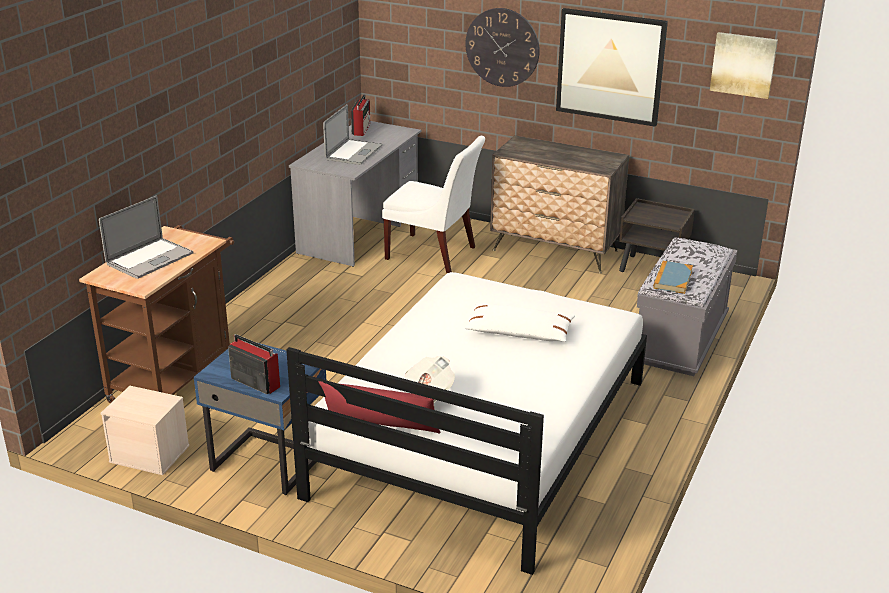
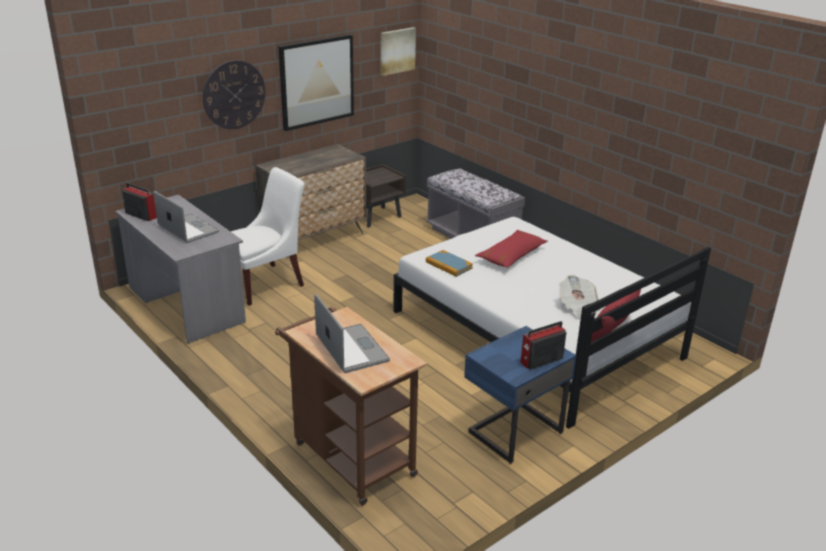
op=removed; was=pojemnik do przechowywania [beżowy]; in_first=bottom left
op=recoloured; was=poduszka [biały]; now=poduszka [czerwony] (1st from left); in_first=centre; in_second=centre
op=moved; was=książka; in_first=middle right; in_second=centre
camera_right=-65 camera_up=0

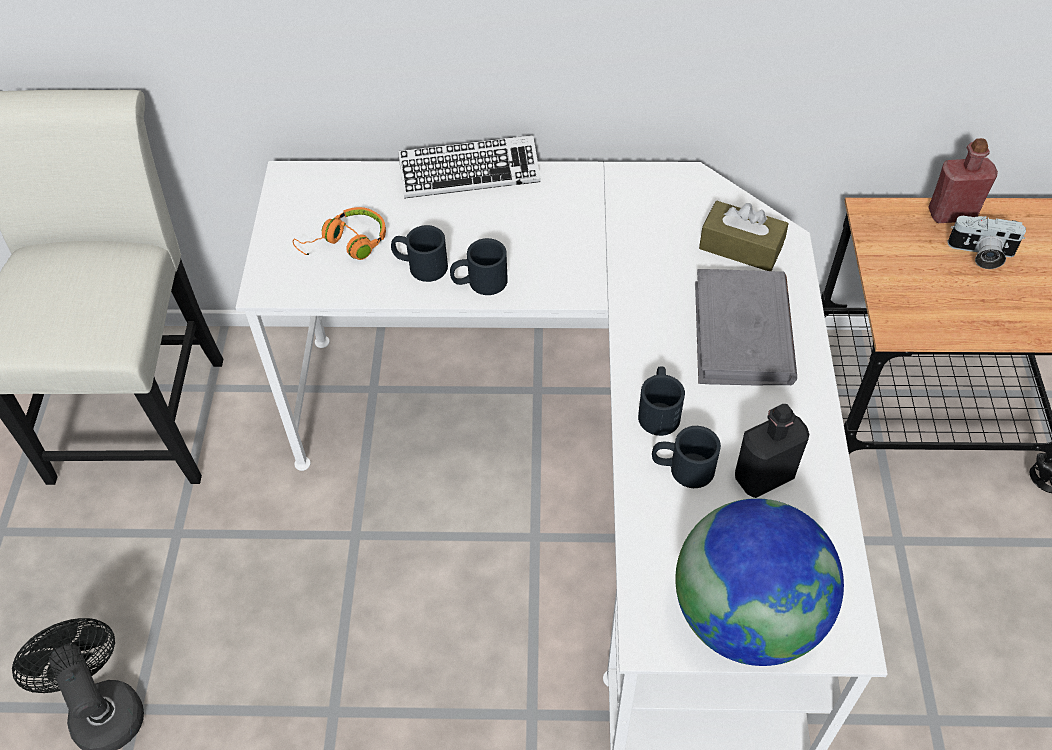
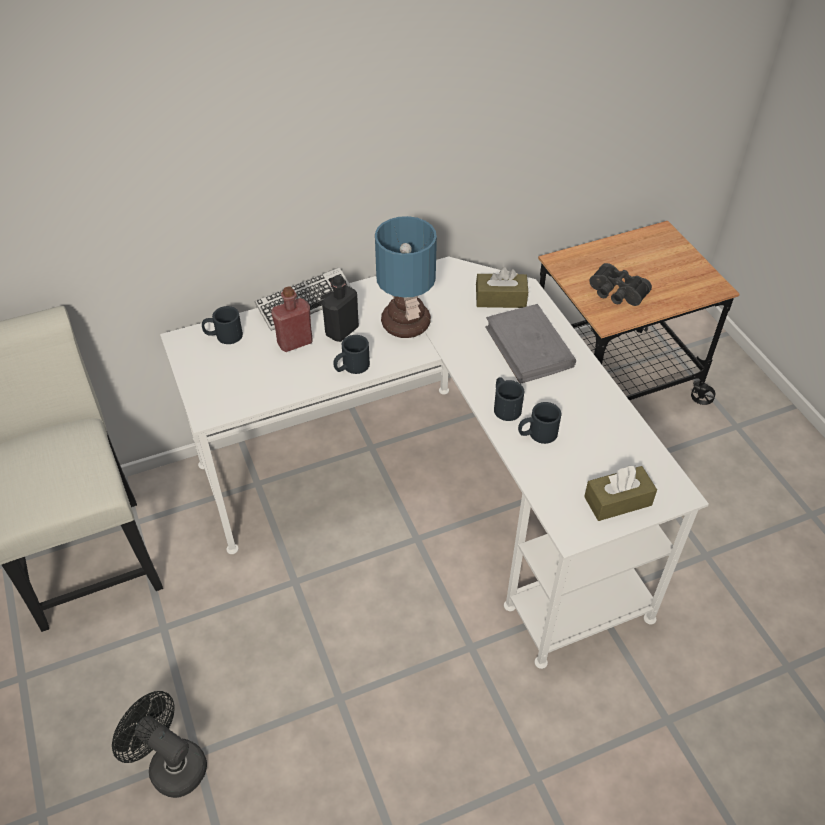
op=removed; was=słuchawki [pomarańczowy]; in_first=top left
op=moved; was=kubek [czarny] (1st from left); in_first=centre; in_second=middle left
op=replaced; was=globus; now=pudełko chusteczek [brązowy] (2nd from left); in_first=bottom right; in_second=middle right
op=moved; was=butelka [czarny]; in_first=middle right; in_second=centre
op=moved; was=butelka [czerwony]; in_first=top right; in_second=centre
op=removed; was=aparat fotograficzny; in_first=top right
op=added; now=lampa stołowa; in_second=centre
op=added; now=lornetka [czarny]; in_second=middle right
camera_right=-25 camera_up=-5

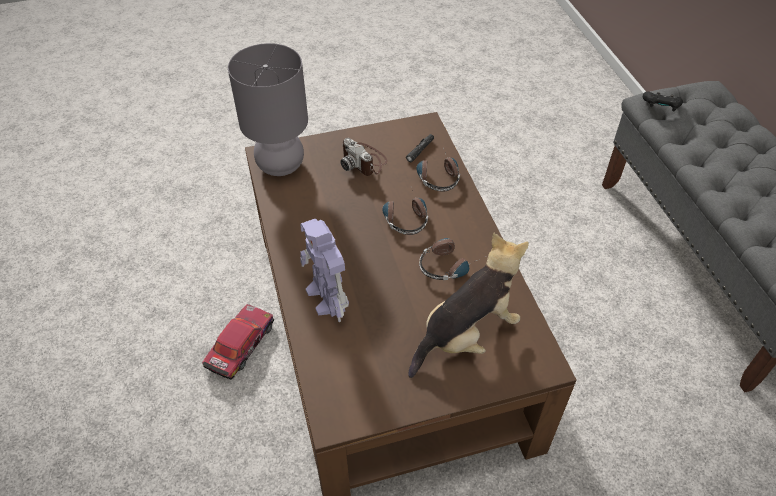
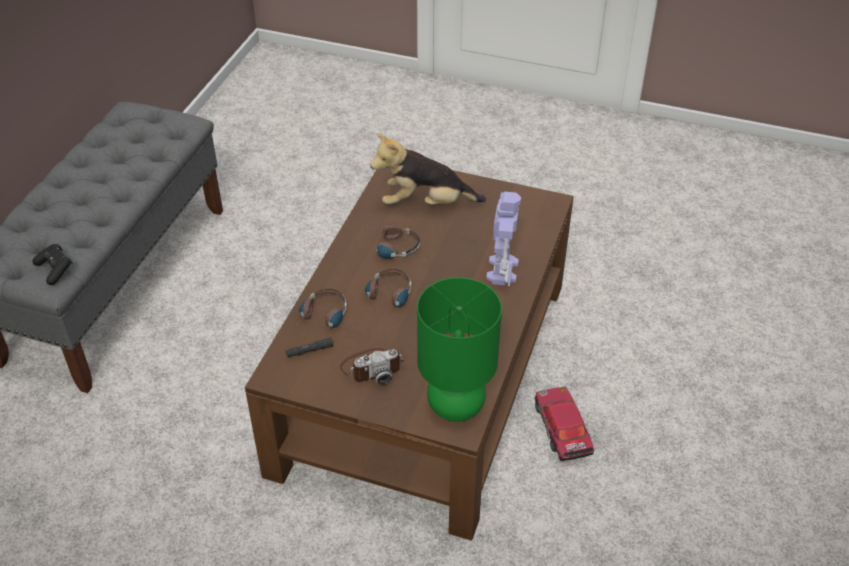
op=turned; was=samochodzik; in_first=bottom left; in_second=bottom centre; clockwise=105
op=recoloured; was=lampa stołowa [szary]; now=lampa stołowa [zielony]; in_first=top centre; in_second=centre
op=turned; was=aparat fotograficzny; in_first=top centre; in_second=centre; clockwise=75
camera_right=-145 camera_up=-5

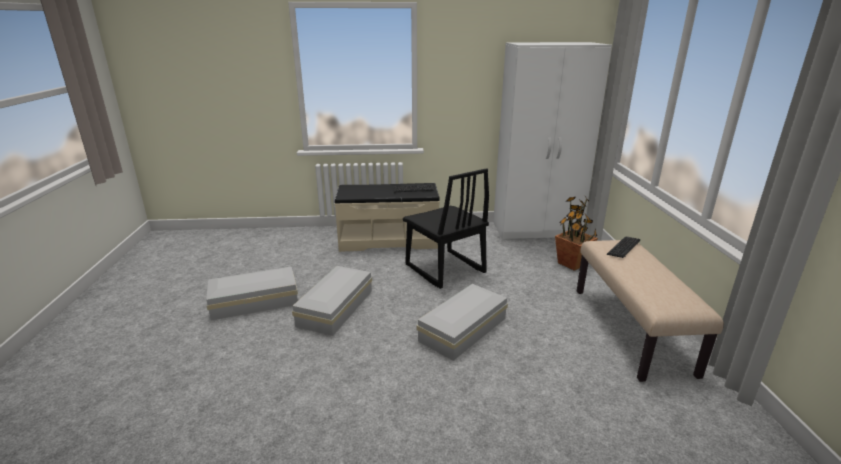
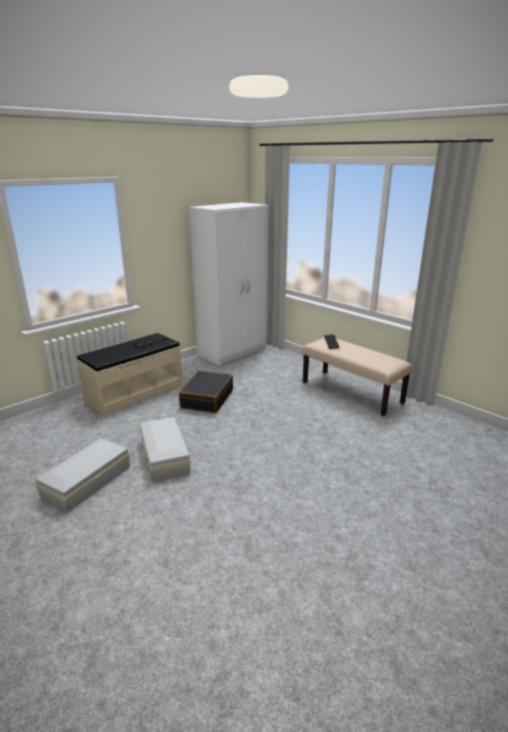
op=replaced; was=krzesło [czarny]; now=walizka [czarny]; in_first=centre; in_second=centre
op=removed; was=pojemnik do przechowywania [biały] (3rd from left); in_first=bottom centre
op=removed; was=roślina doniczkowa; in_first=middle right
camera_right=-40 camera_up=0

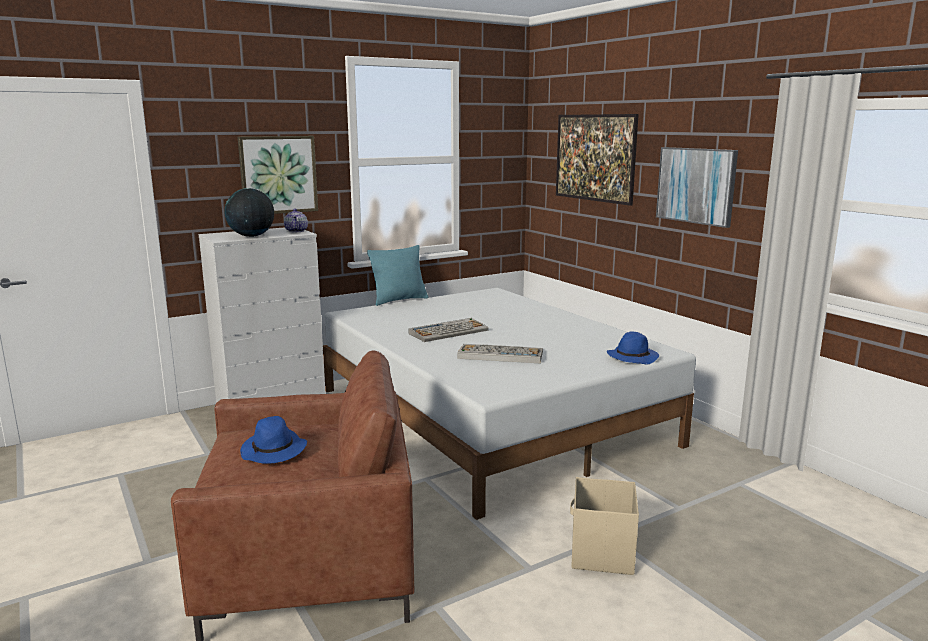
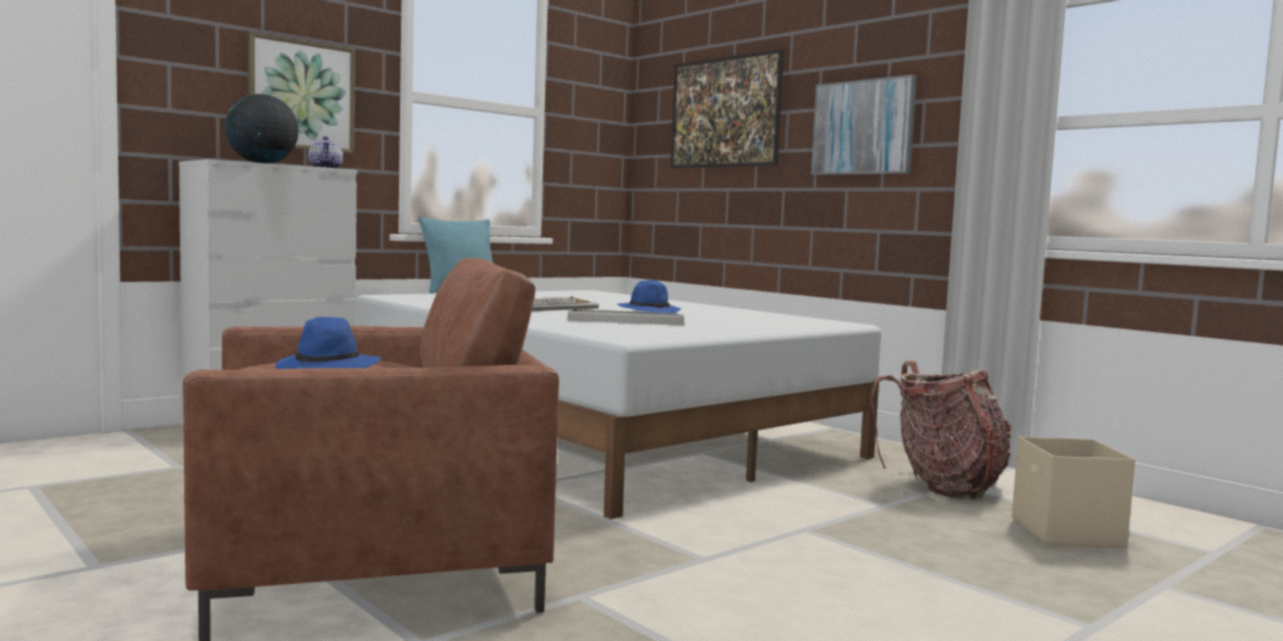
op=moved; was=pojemnik do przechowywania [beżowy]; in_first=bottom centre; in_second=bottom right
op=moved; was=kapelusz [niebieski] (2nd from left); in_first=middle right; in_second=centre
op=added; now=plecak; in_second=bottom right
camera_right=-10 camera_up=-10

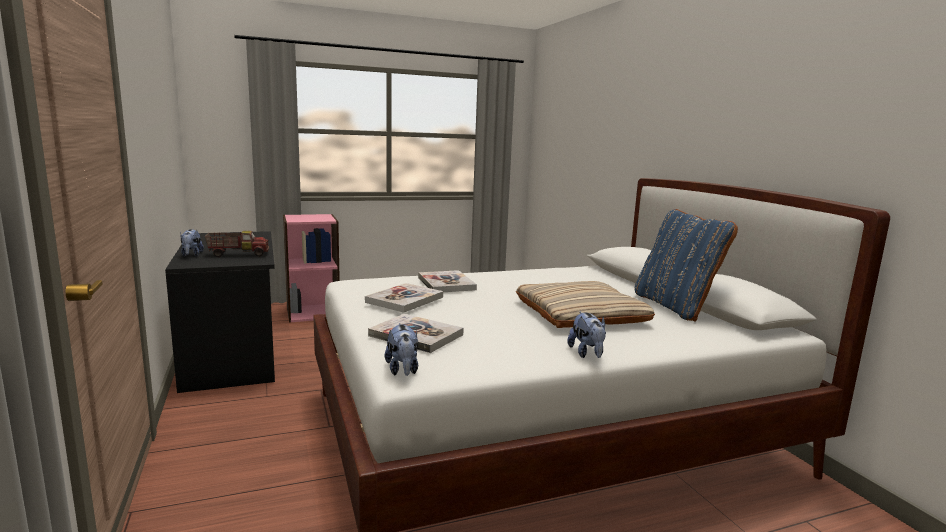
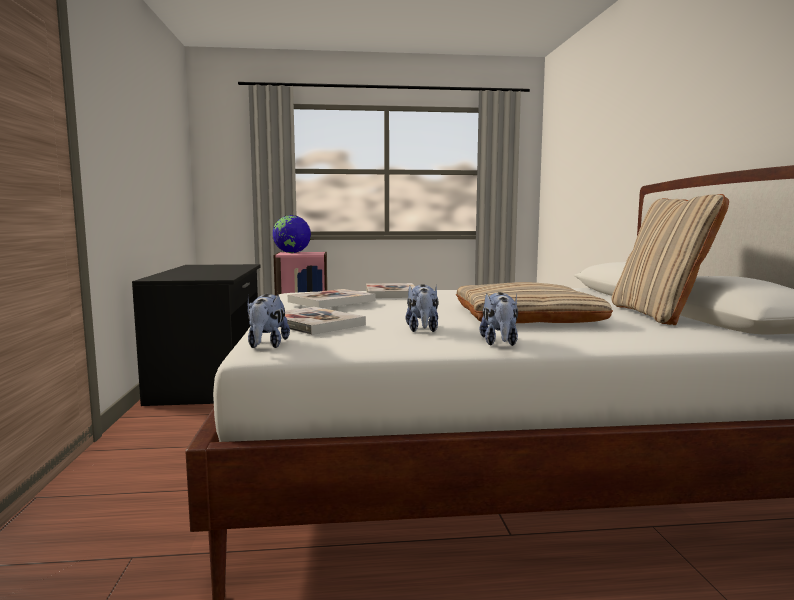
op=moved; was=pluszak (1st from left in the first image); now=pluszak (2nd from left); in_first=middle left; in_second=centre
op=removed; was=ciężarówka zabawkowa; in_first=middle left
op=recoloured; was=poduszka [niebieski]; now=poduszka [beżowy] (2nd from left); in_first=middle right; in_second=middle right
op=added; now=globus; in_second=centre
camera_right=15 camera_up=-5

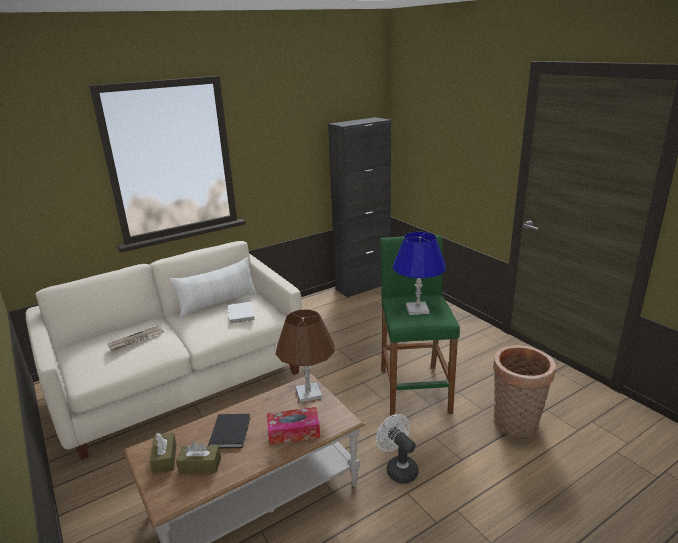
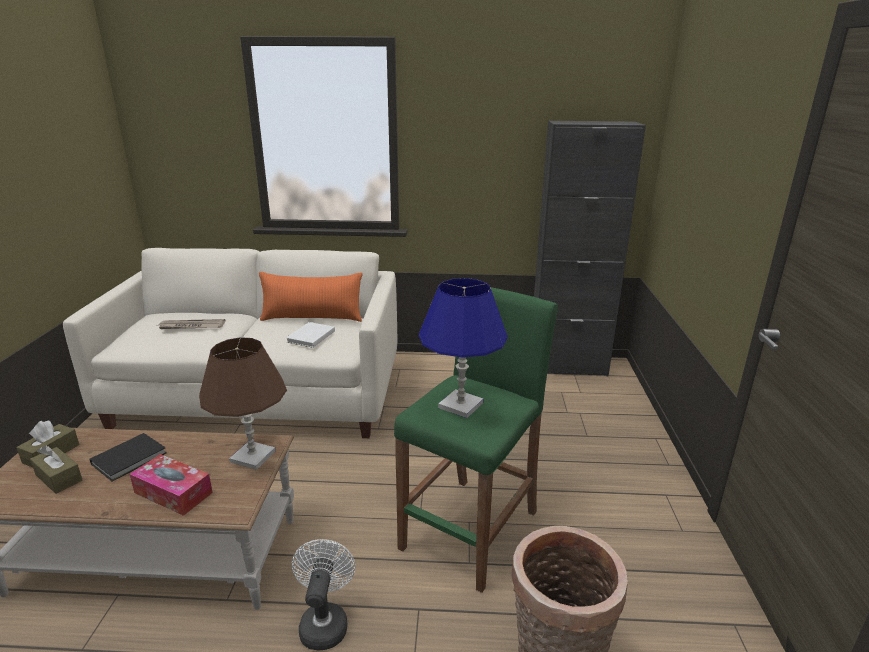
op=recoloured; was=poduszka [biały]; now=poduszka [pomarańczowy]; in_first=middle left; in_second=centre
camera_right=35 camera_up=0

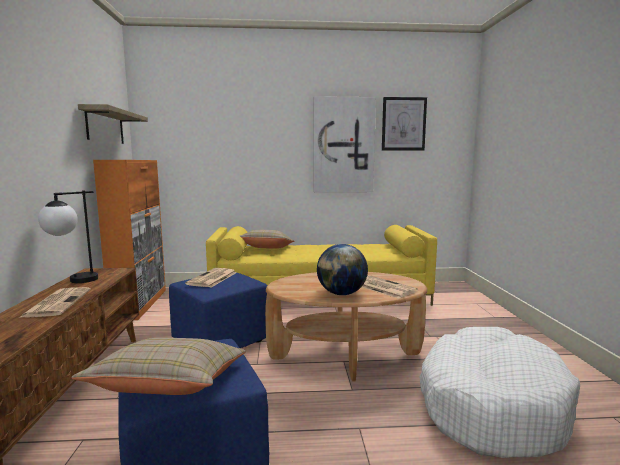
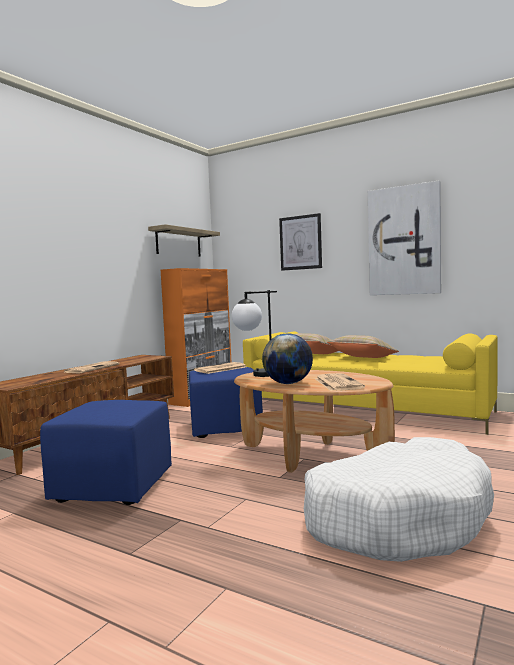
op=moved; was=lampa stołowa; in_first=middle left; in_second=centre
op=moved; was=poduszka [beżowy] (1st from left in the first image); now=poduszka [beżowy] (2nd from left); in_first=bottom left; in_second=middle right
op=moved; was=obraz (2nd from left in the first image); now=obraz (1st from left); in_first=top centre; in_second=centre
camera_right=35 camera_up=-5

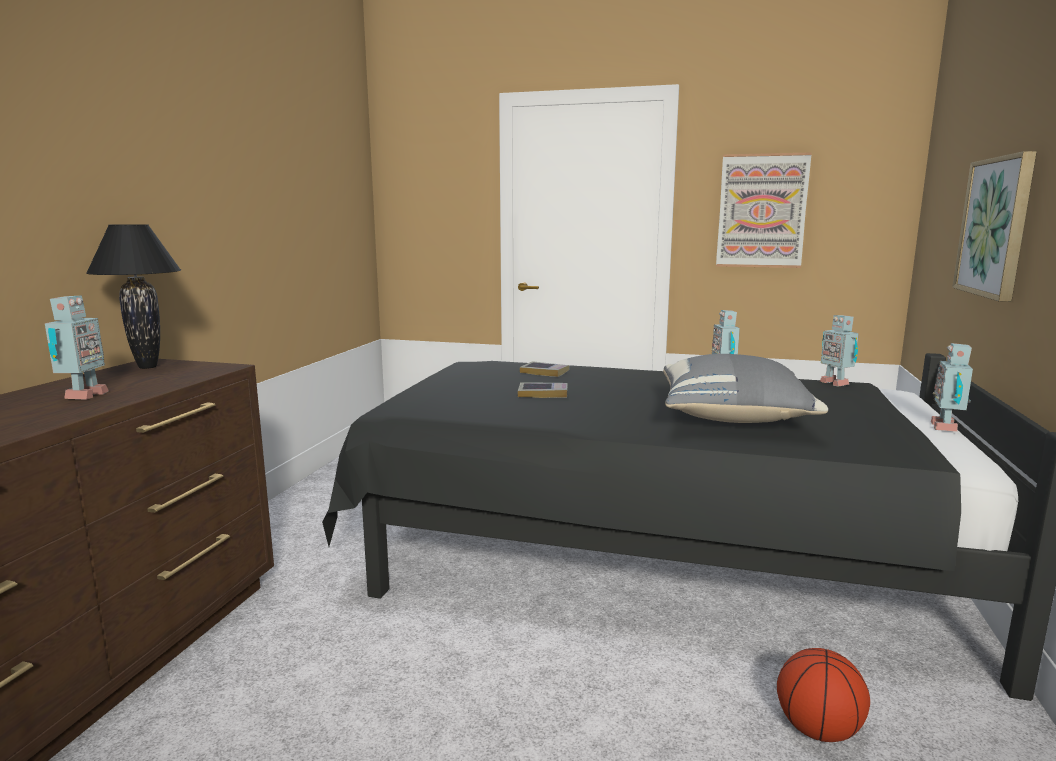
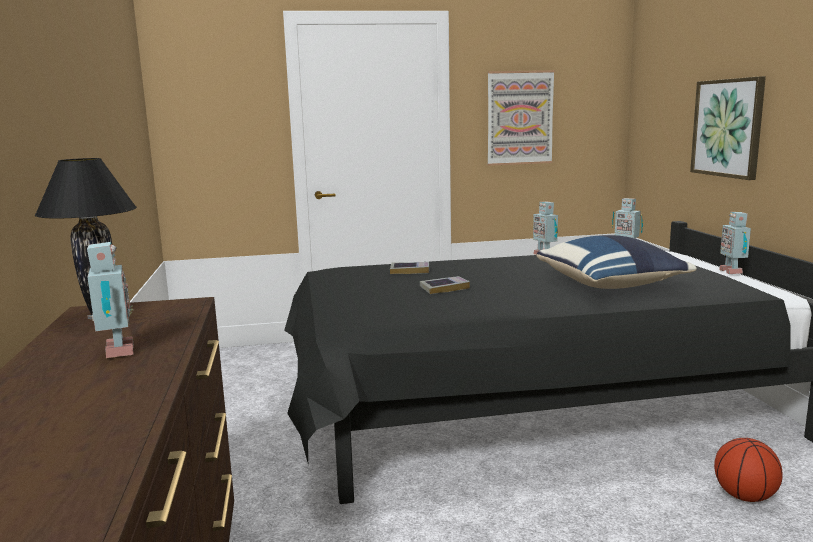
op=recoloured; was=poduszka [szary]; now=poduszka [niebieski]; in_first=middle right; in_second=middle right
camera_right=-25 camera_up=0

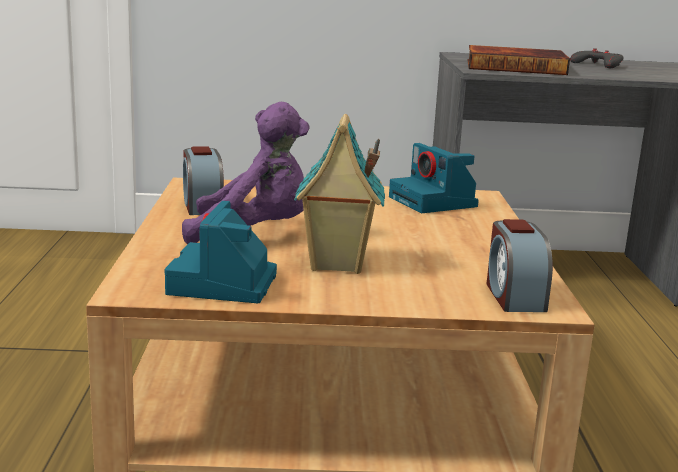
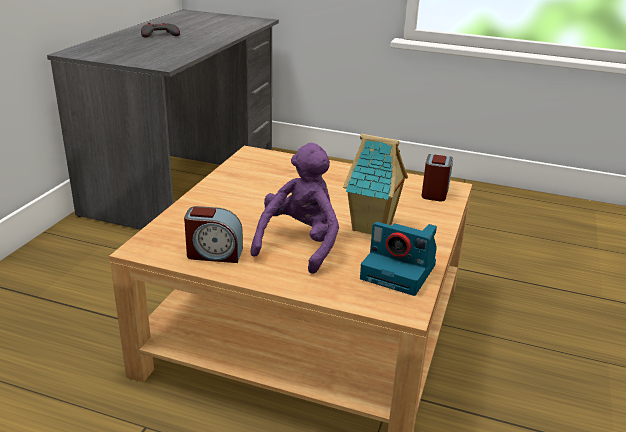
op=removed; was=aparat fotograficzny (2nd from left); in_first=centre
op=removed; was=książka; in_first=top right
op=turned; was=budzik (2nd from left); in_first=middle right; in_second=middle right; clockwise=-90
camera_right=-70 camera_up=10

